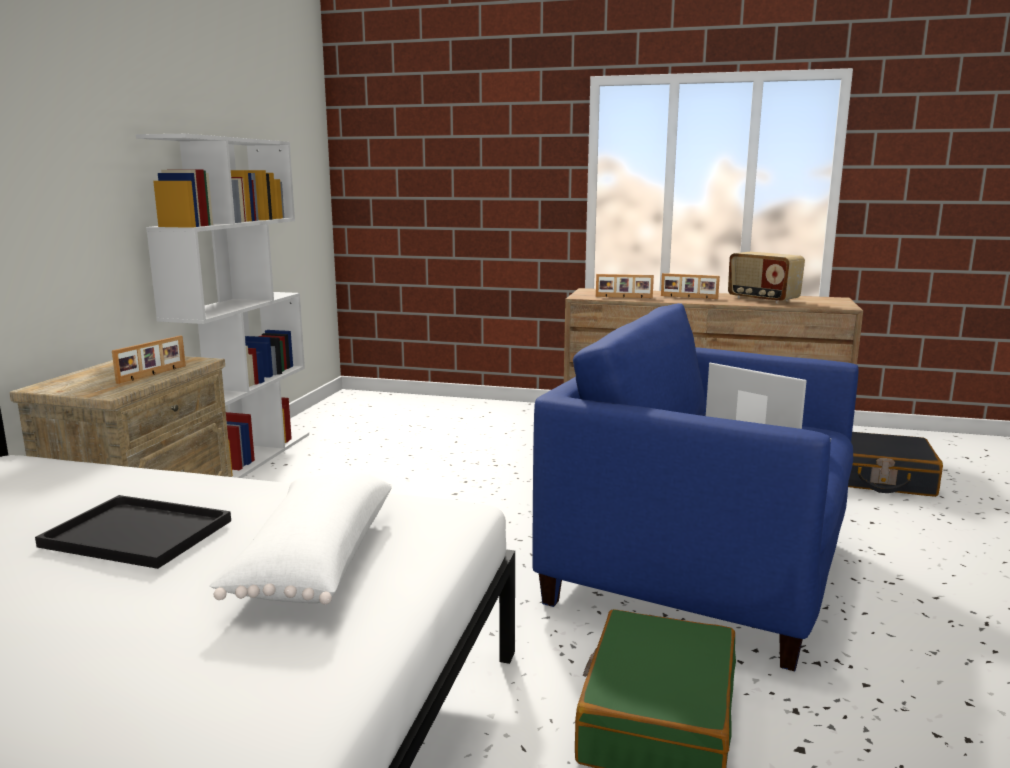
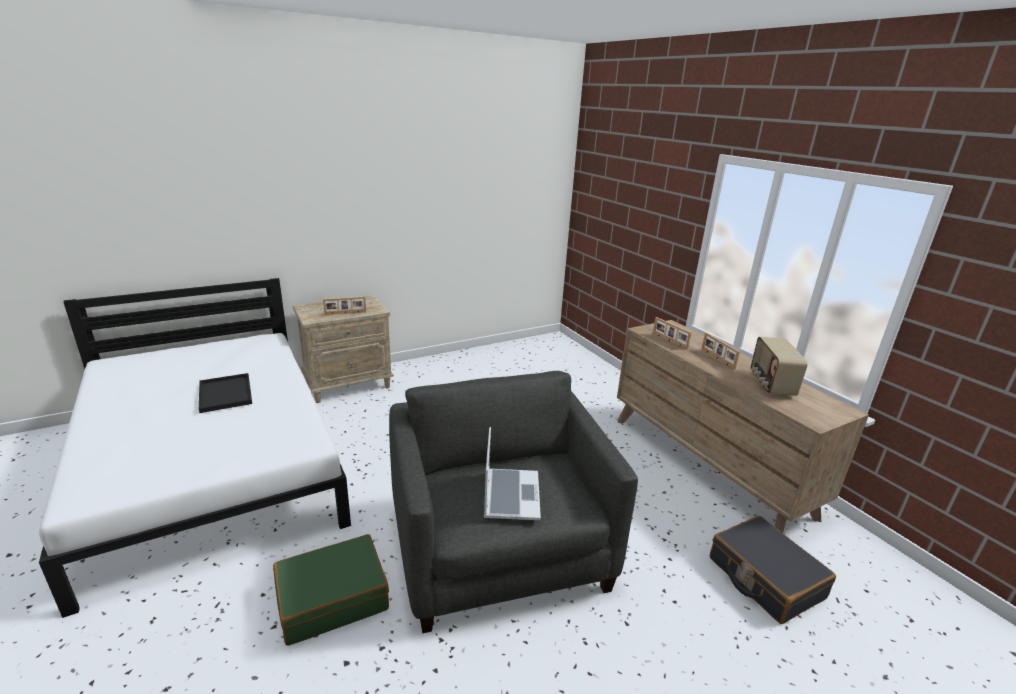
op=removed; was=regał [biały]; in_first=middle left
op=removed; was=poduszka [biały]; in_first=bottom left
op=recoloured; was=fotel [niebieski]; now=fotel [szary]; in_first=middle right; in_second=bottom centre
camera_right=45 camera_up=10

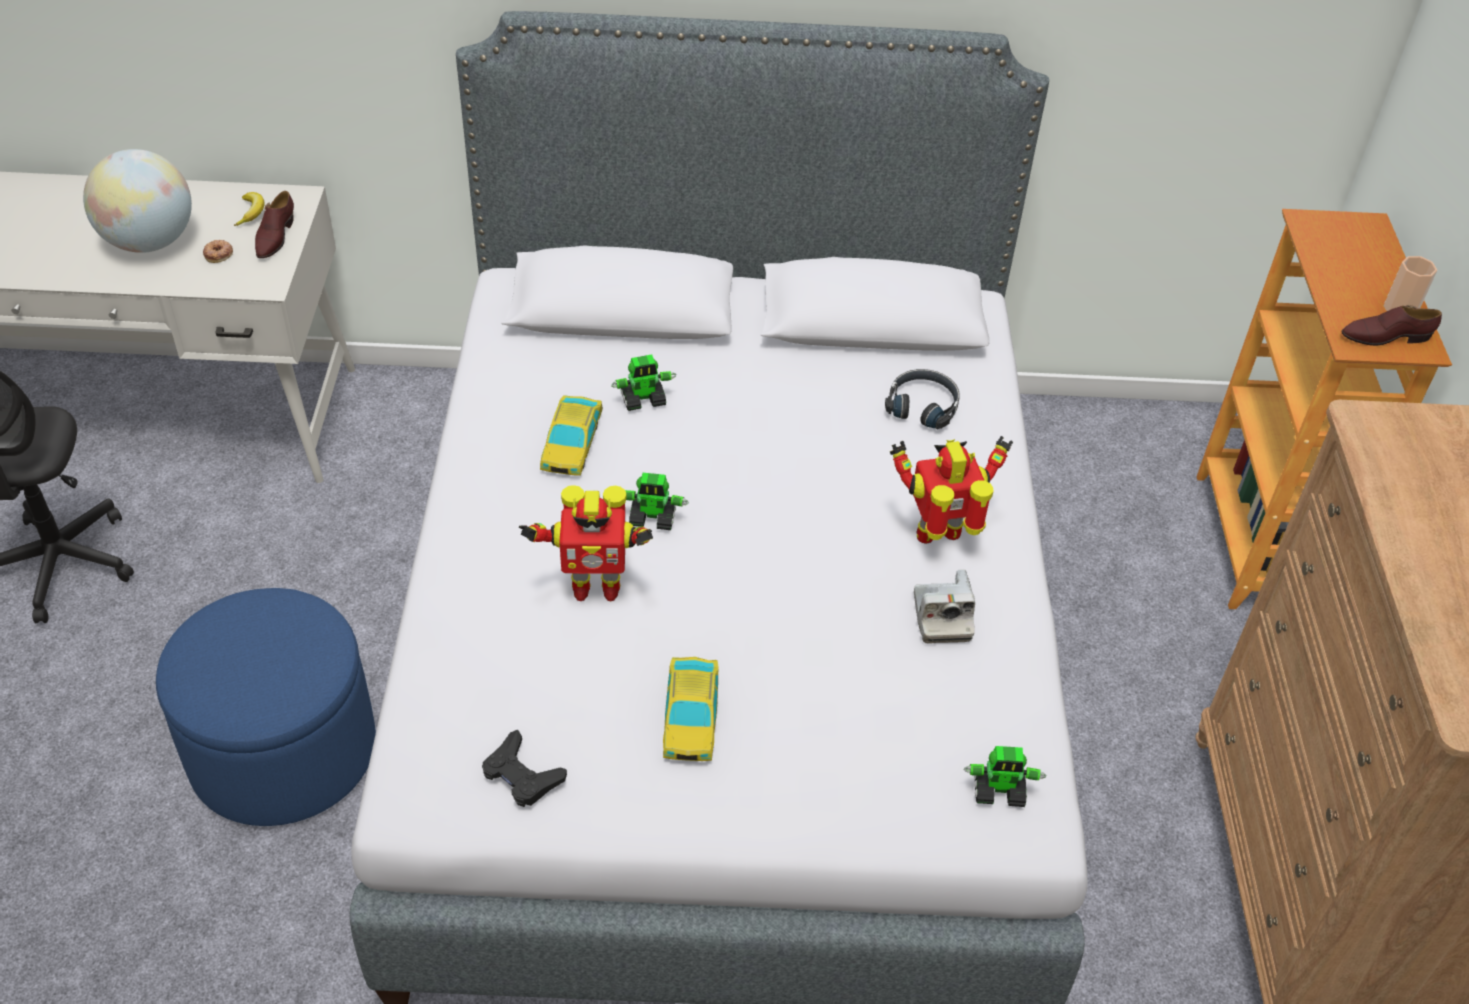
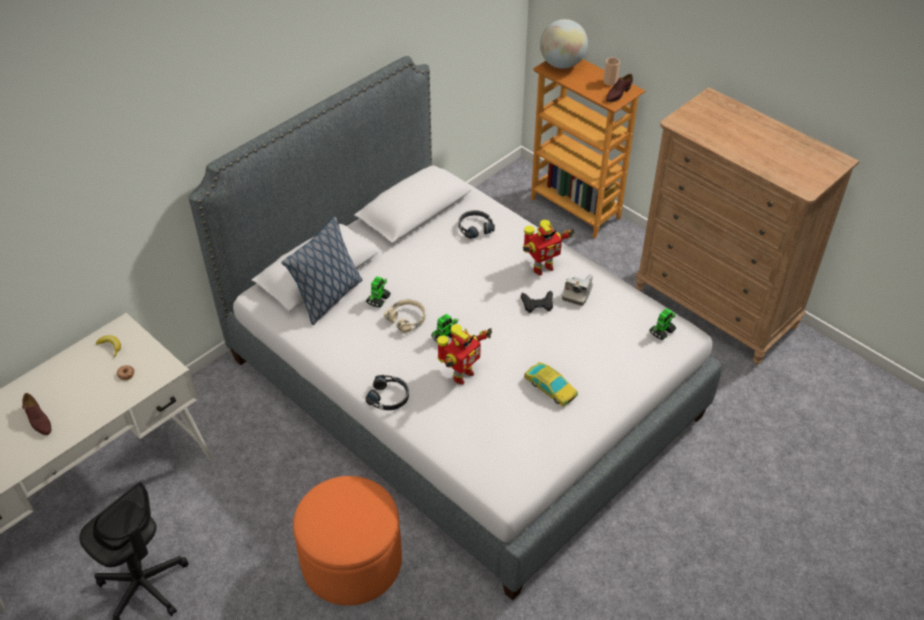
op=moved; was=globus; in_first=top left; in_second=top centre
op=recoloured; was=pufa [niebieski]; now=pufa [pomarańczowy]; in_first=bottom left; in_second=bottom centre
op=moved; was=but [brązowy] (1st from left); in_first=top left; in_second=bottom left
op=moved; was=pad do gier [czarny]; in_first=bottom centre; in_second=centre
op=removed; was=samochodzik (1st from left); in_first=centre
op=turned; was=robot zabawkowy (4th from left); in_first=centre; in_second=centre; clockwise=-150
op=turned; was=aparat fotograficzny; in_first=centre; in_second=centre; clockwise=75
op=added; now=poduszka; in_second=centre
op=added; now=słuchawki [czarny] (1st from left); in_second=centre
op=added; now=słuchawki [beżowy]; in_second=centre
camera_right=-45 camera_up=0

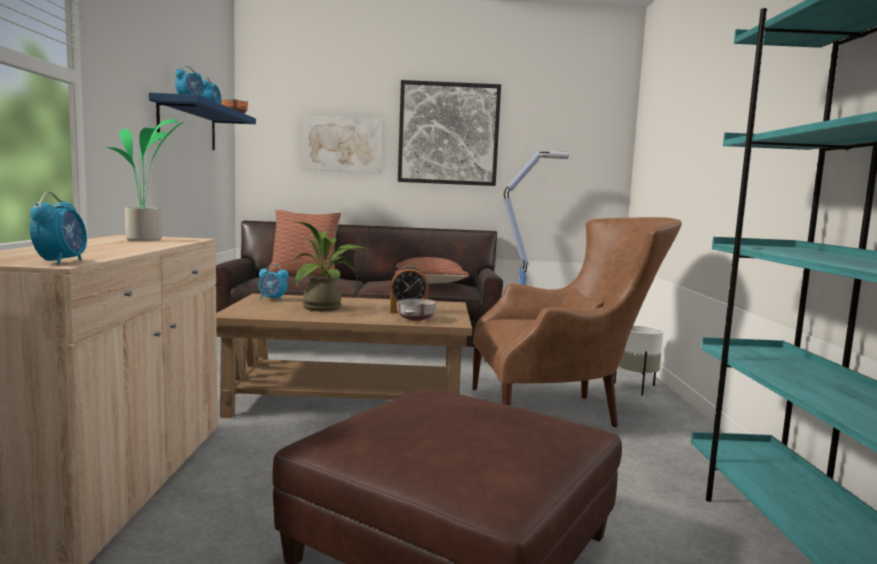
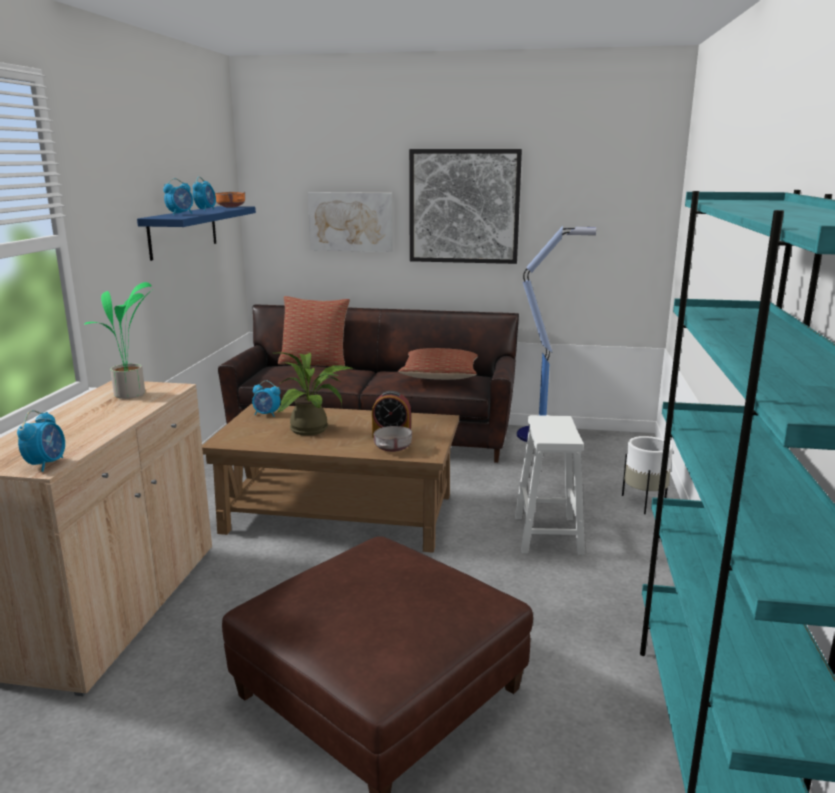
op=replaced; was=fotel [brązowy]; now=stołek [biały]; in_first=centre; in_second=centre
camera_right=10 camera_up=10

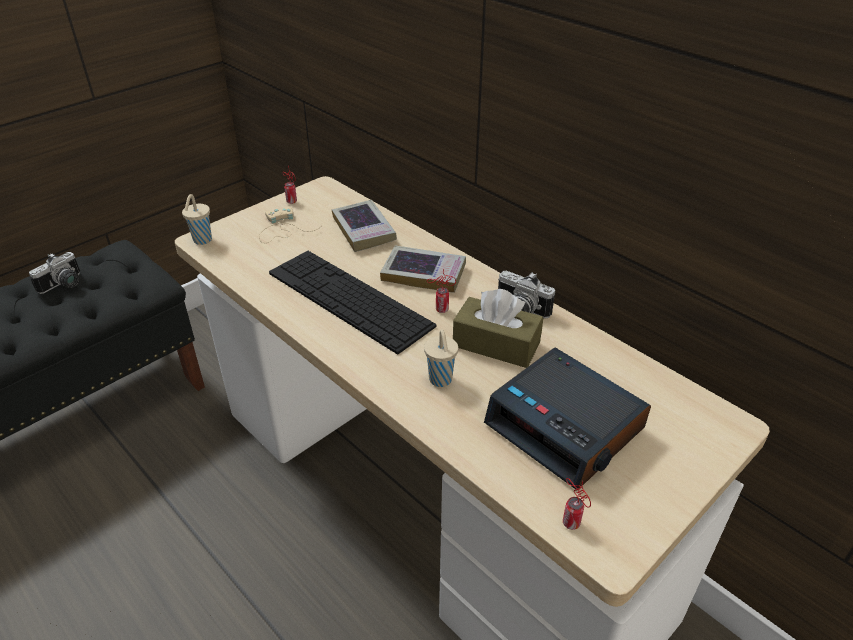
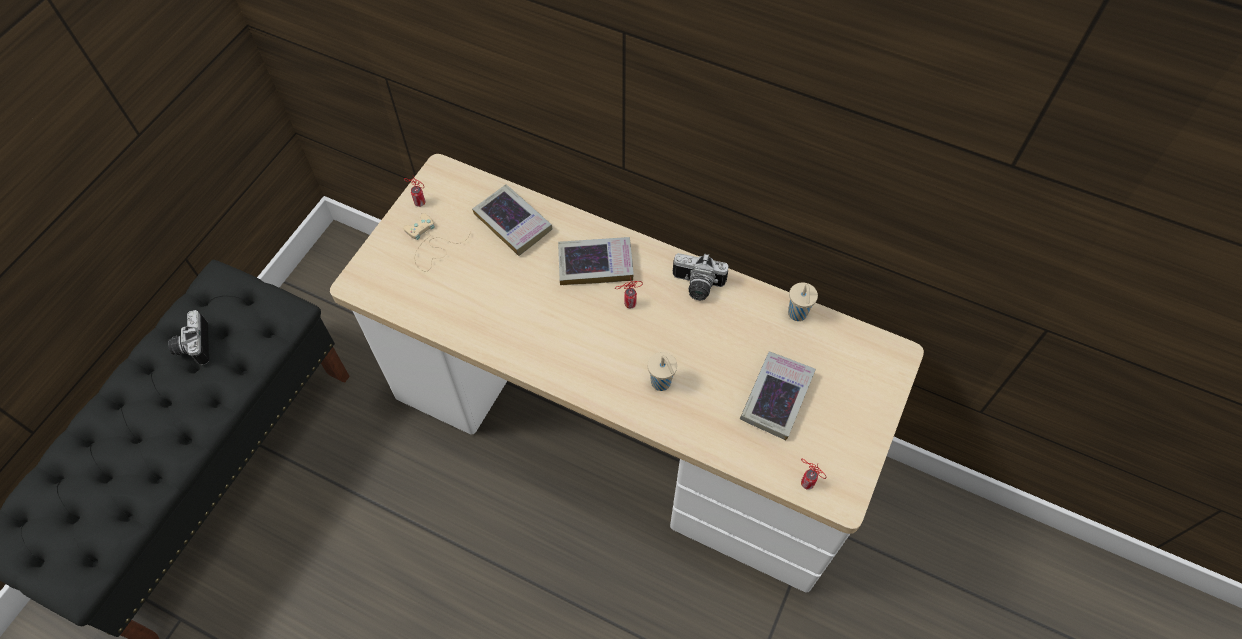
op=turned; was=aparat fotograficzny (1st from left); in_first=middle left; in_second=middle left; clockwise=150
op=moved; was=filiżanka [beżowy] (1st from left in the first image); now=filiżanka [beżowy] (2nd from left); in_first=middle left; in_second=centre
op=removed; was=klawiatura; in_first=centre
op=removed; was=pudełko chusteczek [brązowy]; in_first=centre
op=replaced; was=budzik; now=książka (3rd from left); in_first=centre; in_second=centre
camera_right=-20 camera_up=20

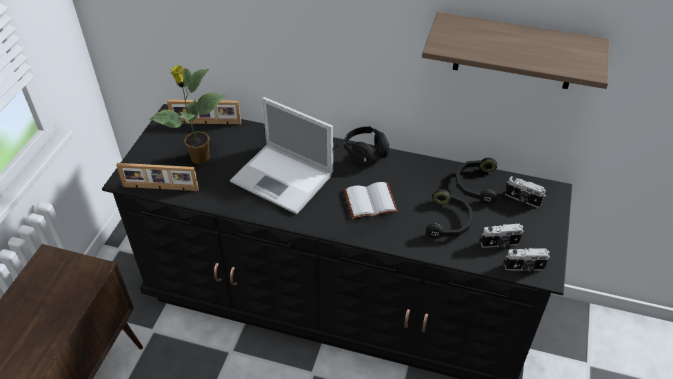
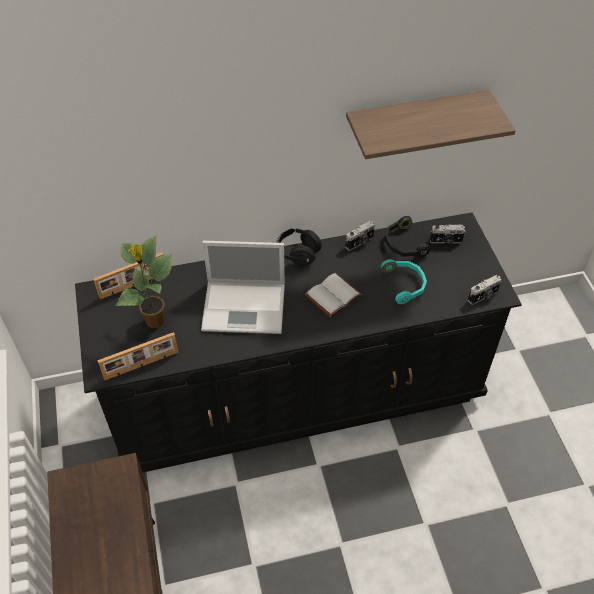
op=recoloured; was=słuchawki [czarny] (2nd from left); now=słuchawki [turkusowy]; in_first=middle right; in_second=middle right
op=moved; was=aparat fotograficzny (1st from left); in_first=middle right; in_second=centre
camera_right=-30 camera_up=5

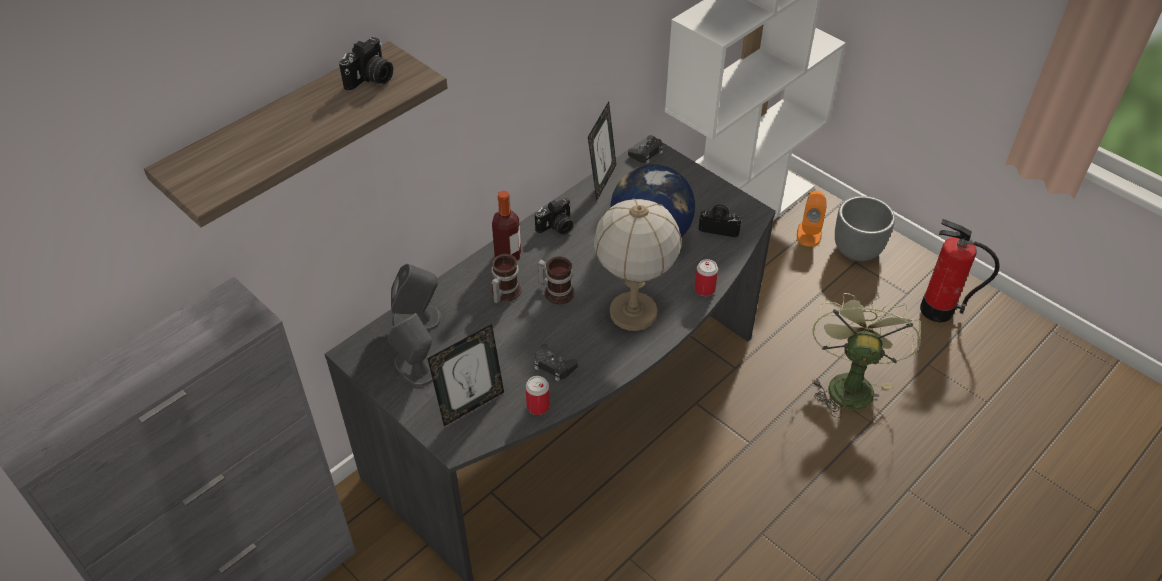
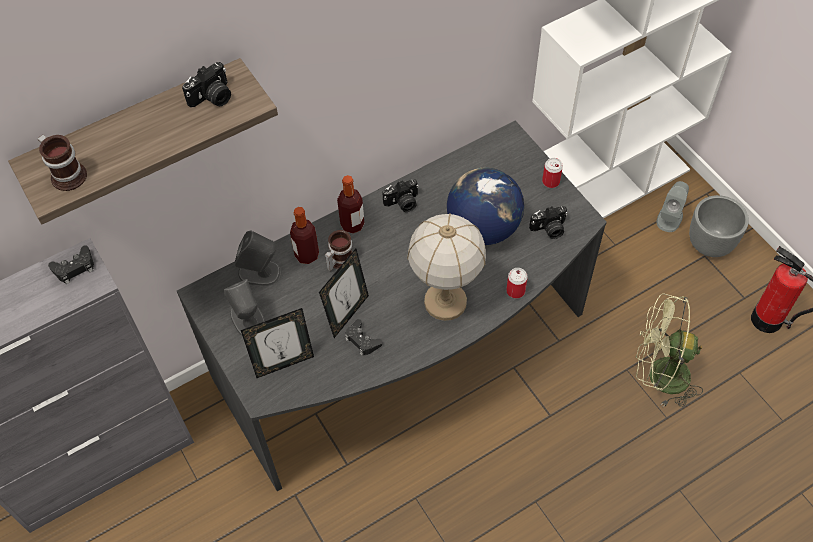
op=moved; was=puszka (1st from left in the first image); now=puszka (2nd from left); in_first=bottom centre; in_second=top right
op=moved; was=kubek (2nd from left in the first image); now=kubek (1st from left); in_first=centre; in_second=top left
op=moved; was=ramka na zdjęcie (2nd from left); in_first=top centre; in_second=centre
op=moved; was=pad do gier [czarny] (2nd from left in the first image); now=pad do gier [czarny] (1st from left); in_first=top centre; in_second=middle left
op=turned; was=aparat fotograficzny (3rd from left); in_first=centre; in_second=middle right; clockwise=135
op=recoloured; was=głośnik [pomarańczowy]; now=głośnik [szary] (3rd from left); in_first=middle right; in_second=middle right
op=turned; was=wentylator [zielony]; in_first=middle right; in_second=middle right; clockwise=-105
op=added; now=butelka (1st from left); in_second=centre
camera_right=15 camera_up=10

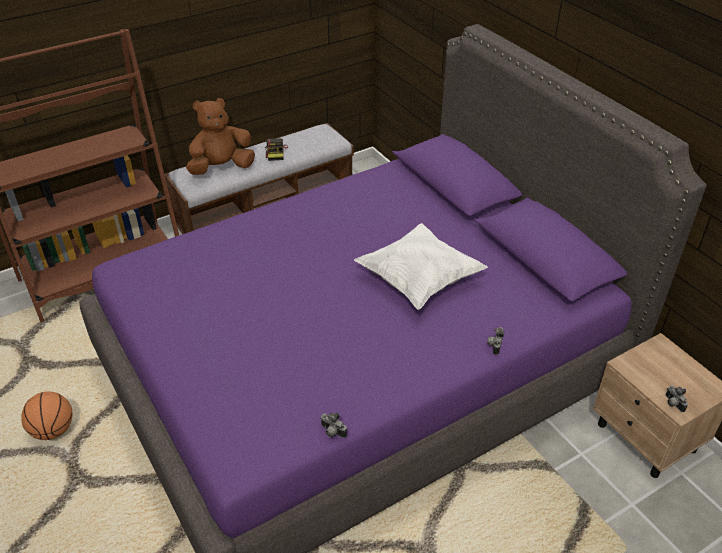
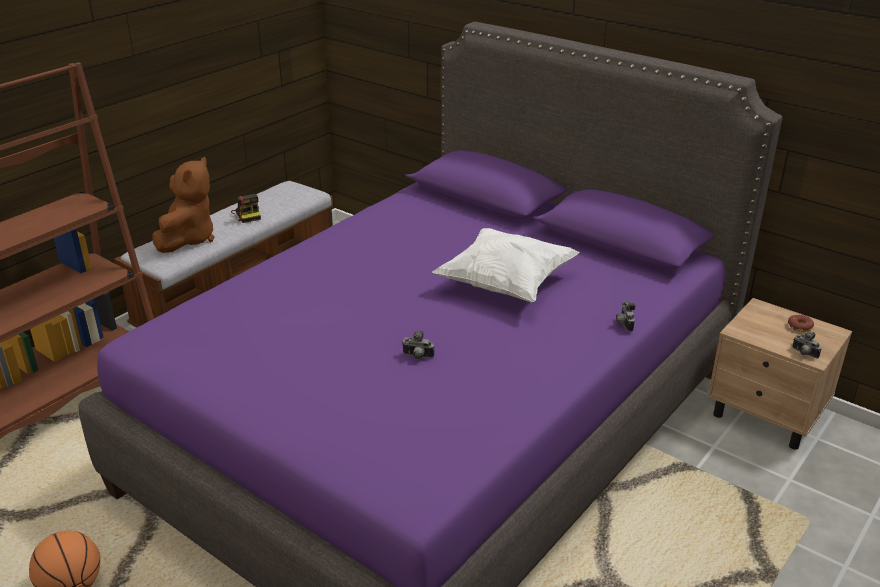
op=turned; was=pluszak [brązowy]; in_first=top left; in_second=middle left; clockwise=150
op=moved; was=aparat fotograficzny (2nd from left); in_first=bottom centre; in_second=centre
op=added; now=donut; in_second=middle right
camera_right=-20 camera_up=-10

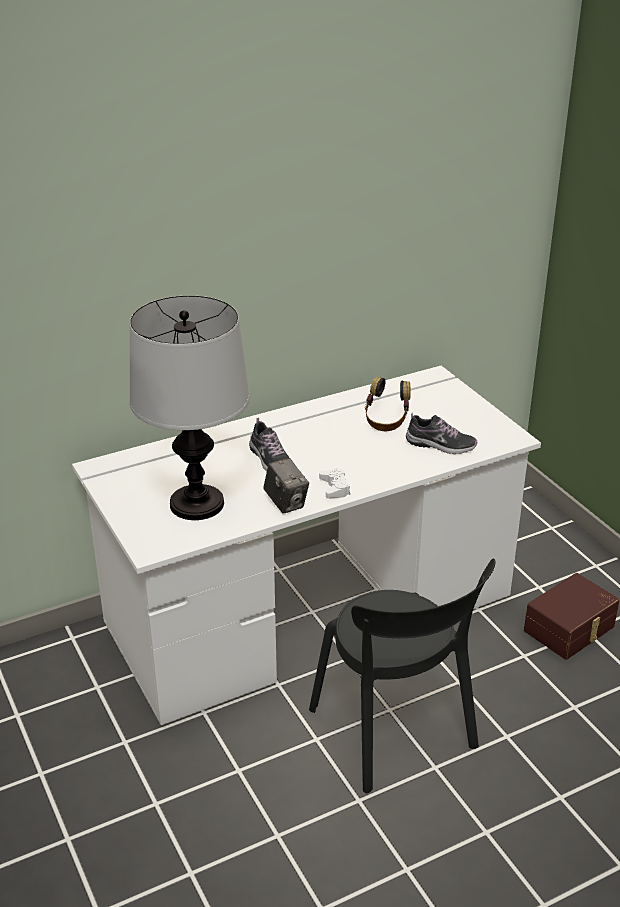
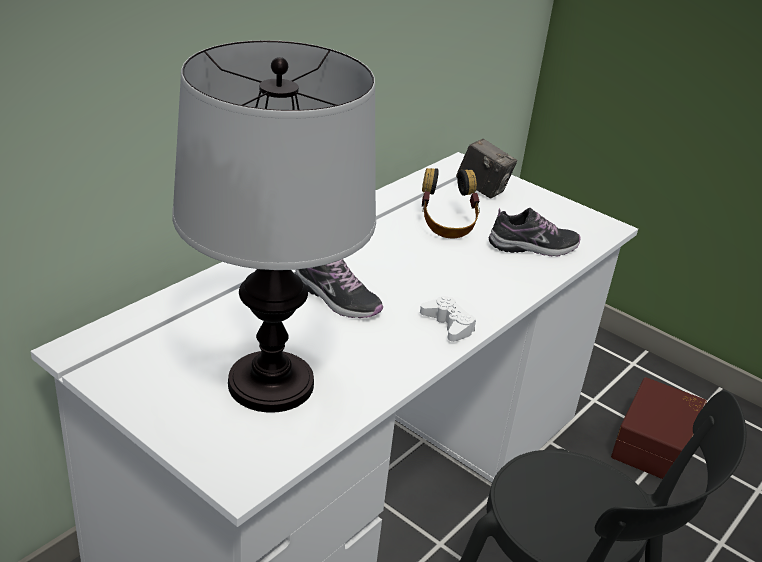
op=moved; was=aparat fotograficzny; in_first=centre; in_second=top centre
camera_right=-25 camera_up=0

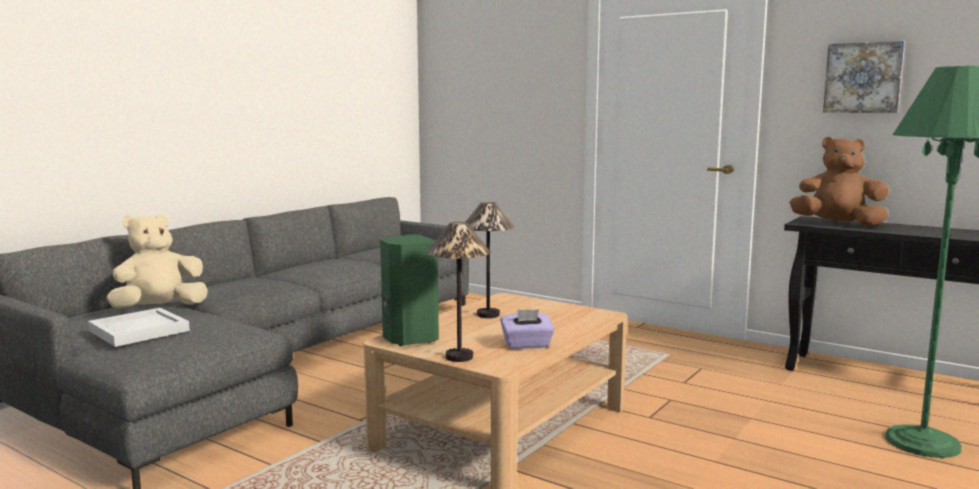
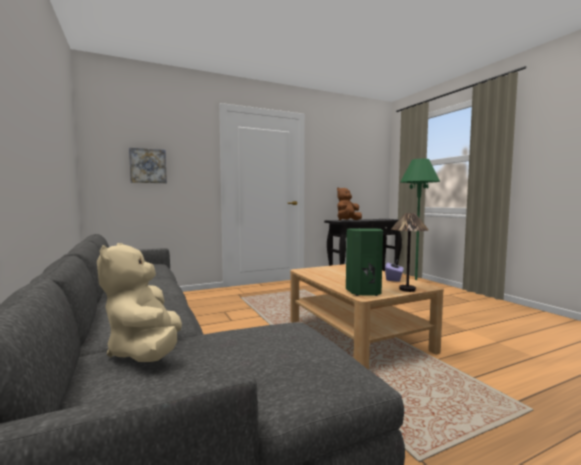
op=removed; was=taca [biały]; in_first=bottom left
op=removed; was=lampa stołowa (2nd from left); in_first=centre
op=moved; was=obraz; in_first=top right; in_second=middle left
camera_right=-60 camera_up=-5

